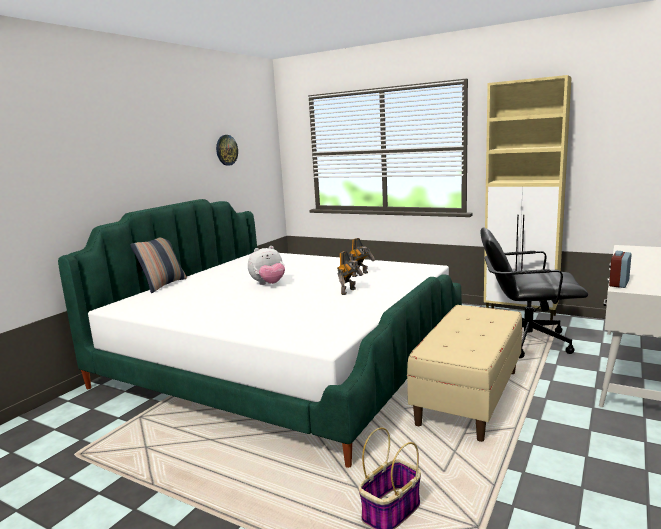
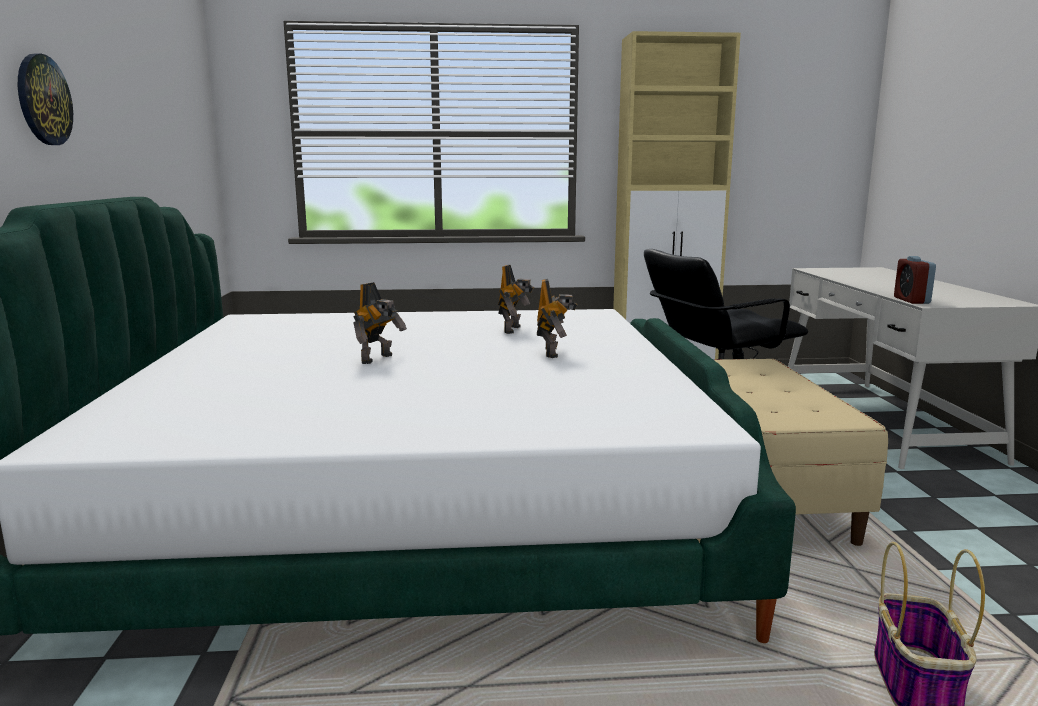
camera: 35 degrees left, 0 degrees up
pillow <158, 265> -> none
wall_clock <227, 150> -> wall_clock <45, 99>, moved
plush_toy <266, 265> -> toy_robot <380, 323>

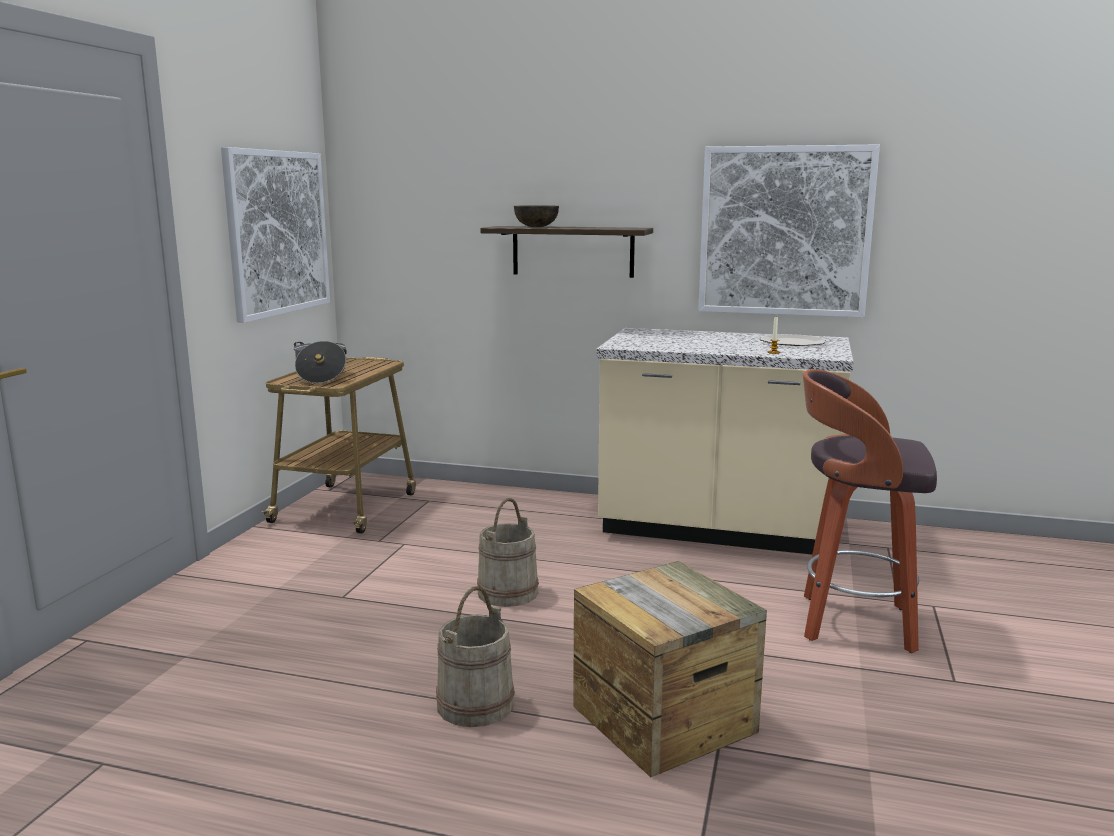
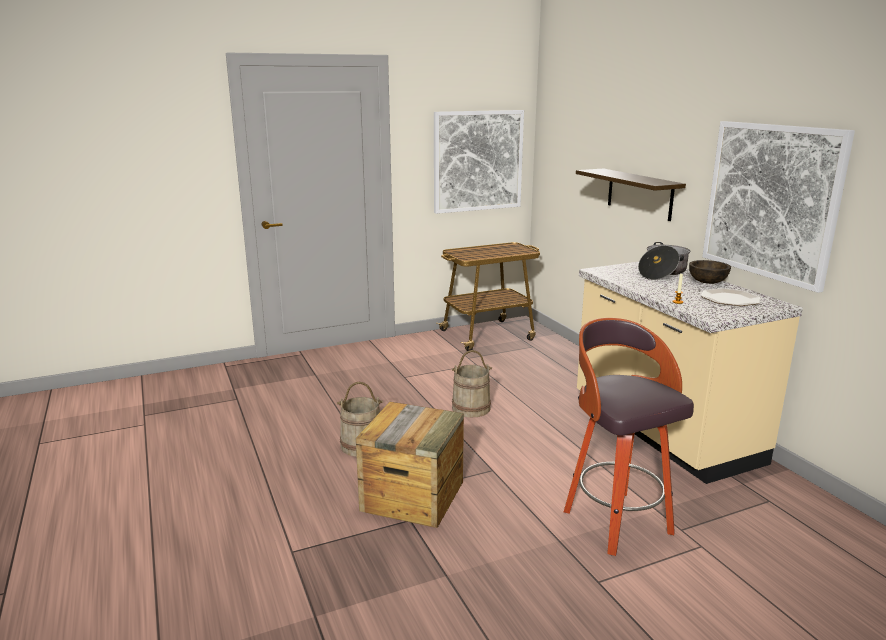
camera: 50 degrees right, 5 degrees up
cooking_pot <320, 362> -> cooking_pot <664, 261>, moved
brown_bowl <536, 216> -> brown_bowl <710, 272>, moved

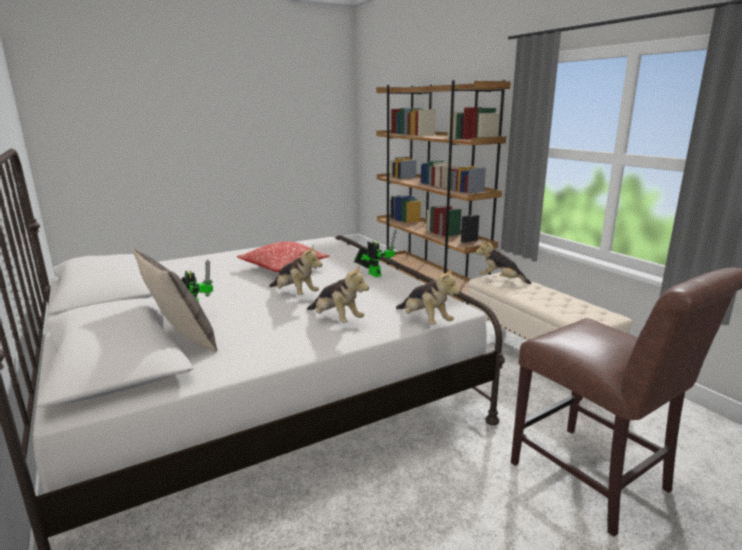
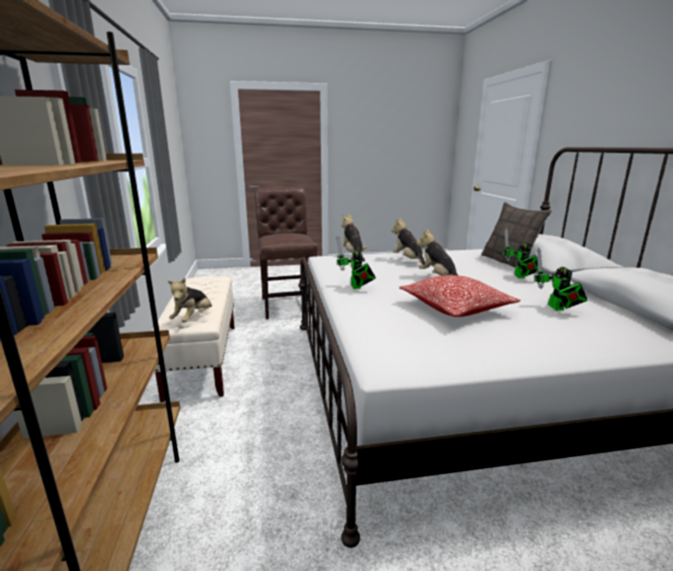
camera: 160 degrees left, 0 degrees up
plush_toy <503, 261> -> plush_toy <190, 300>, 60 degrees clockwise
none -> toy_robot <560, 279>

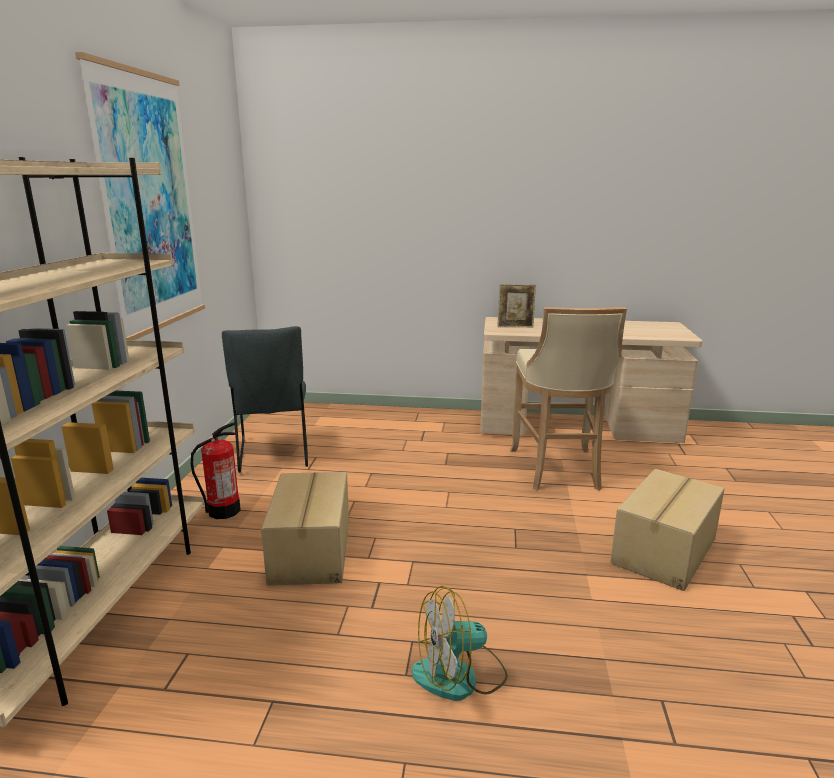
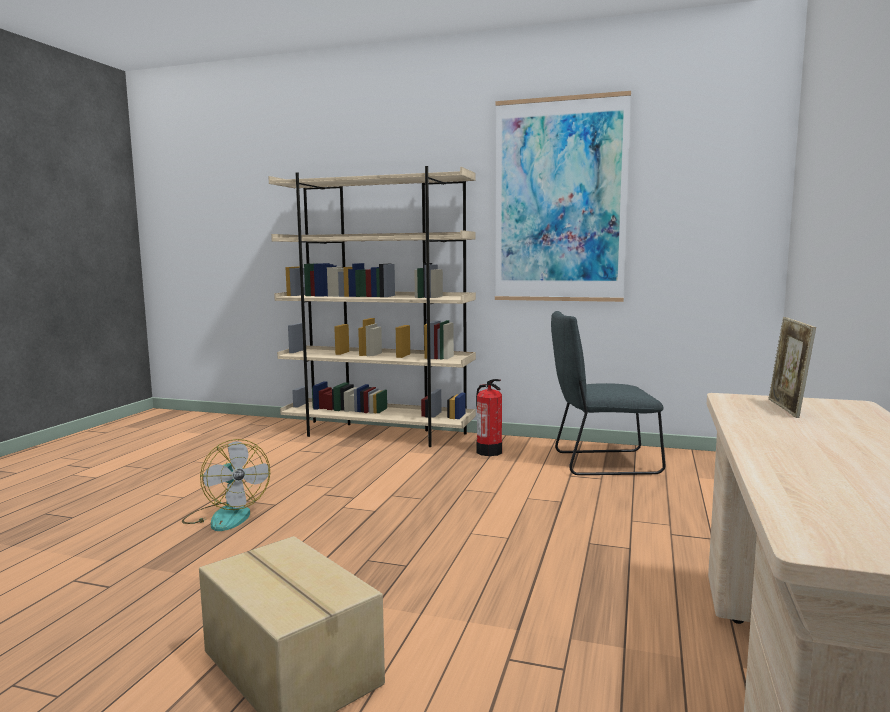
camera: 100 degrees right, 10 degrees down
cardboard_box <305, 528> -> none
fan <459, 643> -> fan <226, 485>, 150 degrees clockwise
beige_stool <568, 399> -> none

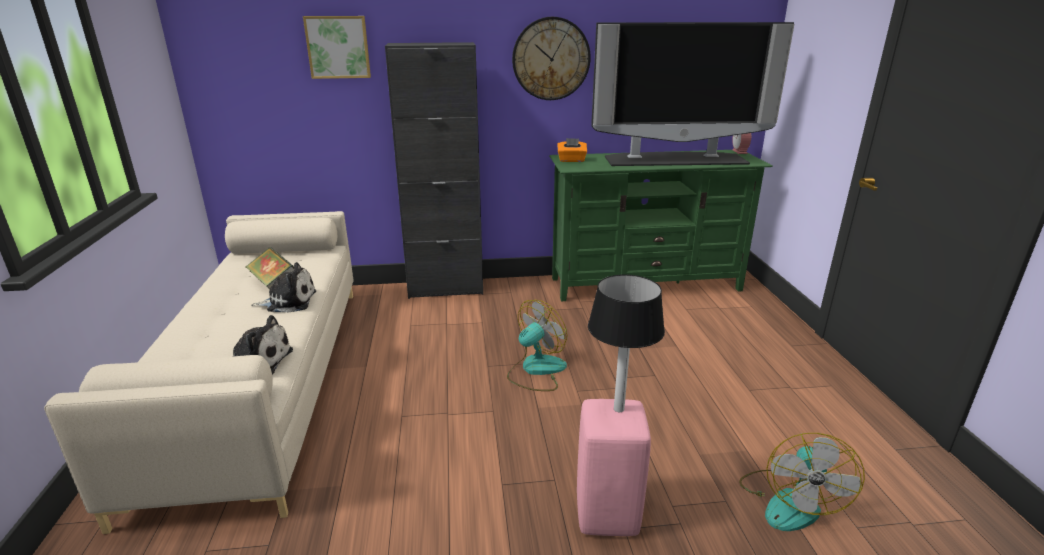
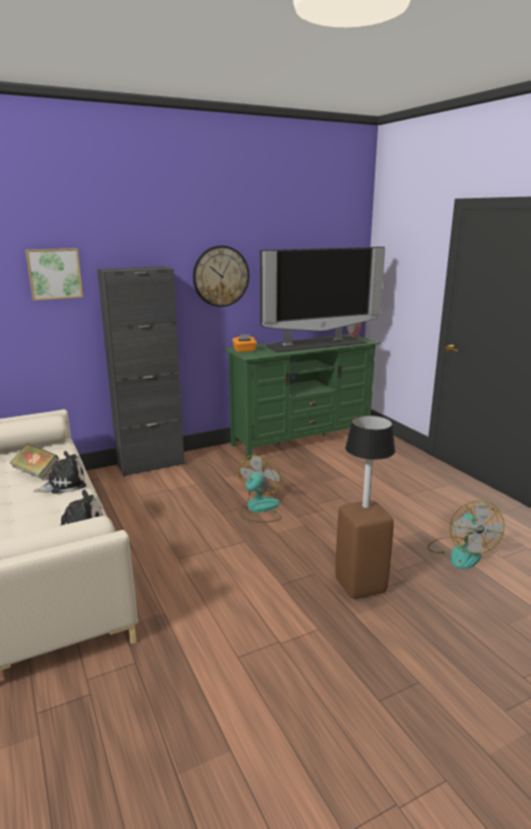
camera: 20 degrees left, 5 degrees down
pink_stool <614, 467> -> brown_stool <364, 549>

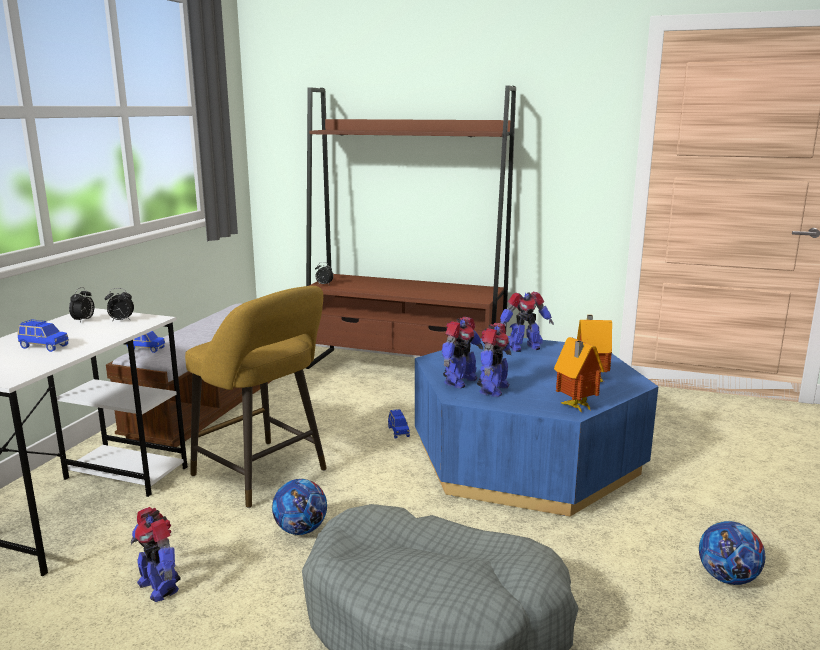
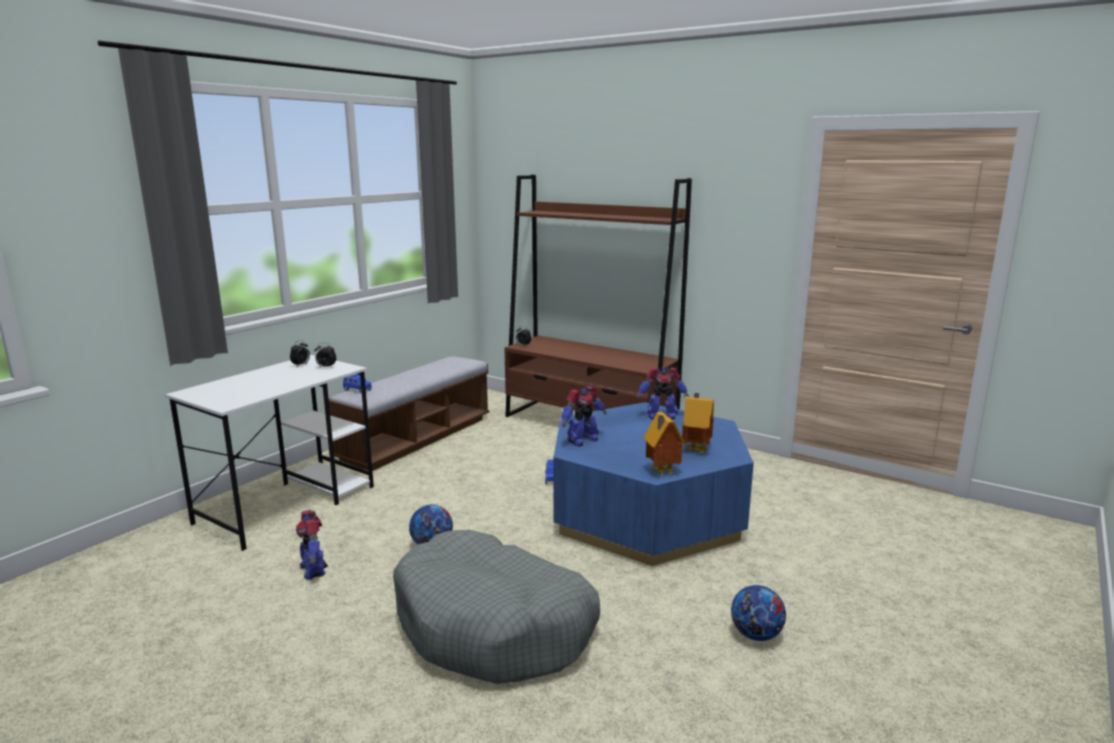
camera: 15 degrees right, 0 degrees up
blue_toy_car <43, 335> -> none
yellow_stool <256, 397> -> none
toy_robot <494, 360> -> none

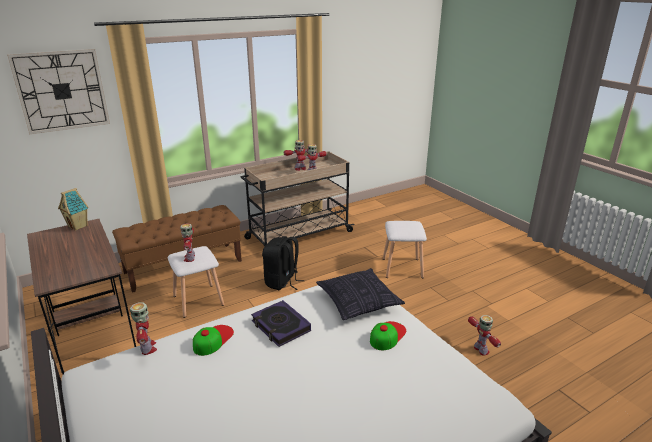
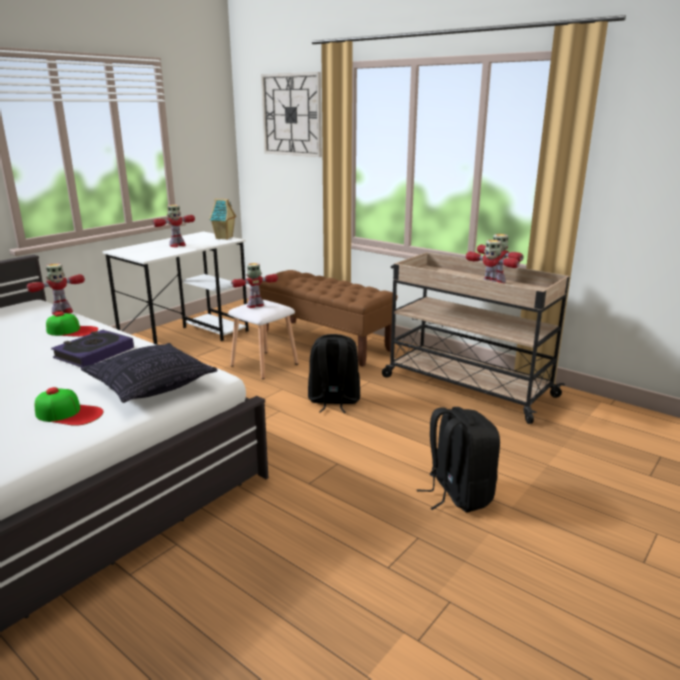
camera: 70 degrees right, 5 degrees down
brown_desk <81, 296> -> white_desk <175, 288>
white_stool <405, 249> -> black_backpack <458, 460>
toy_robot <484, 335> -> toy_robot <173, 226>, moved

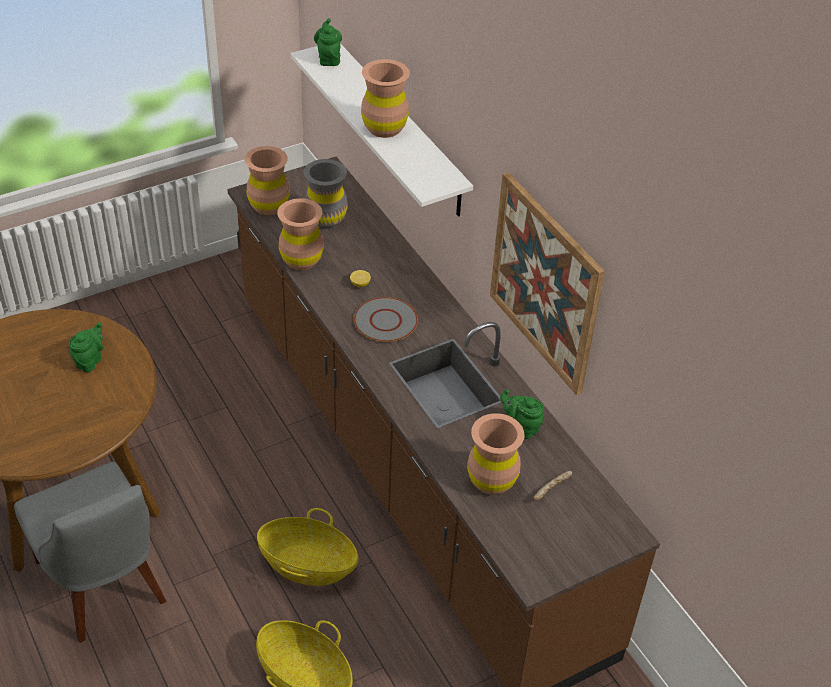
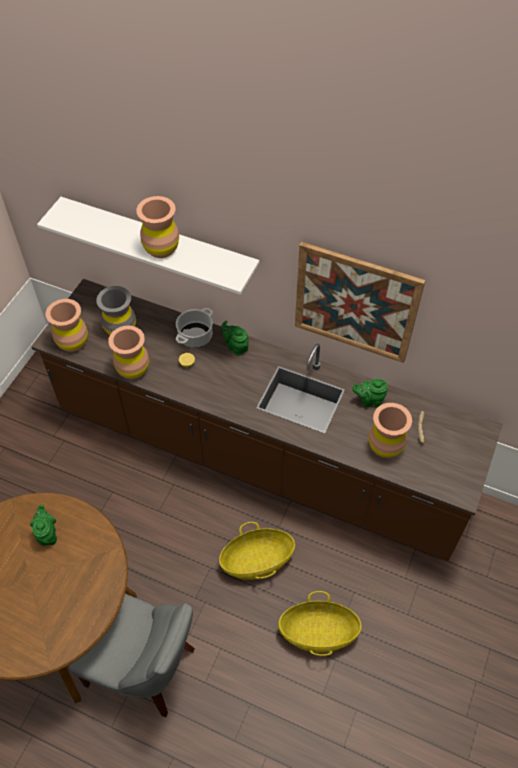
camera: 35 degrees left, 10 degrees up
green_teapot <328, 42> -> green_teapot <235, 338>, moved
grey_plate <386, 319> -> none
none -> cooking_pot <194, 328>

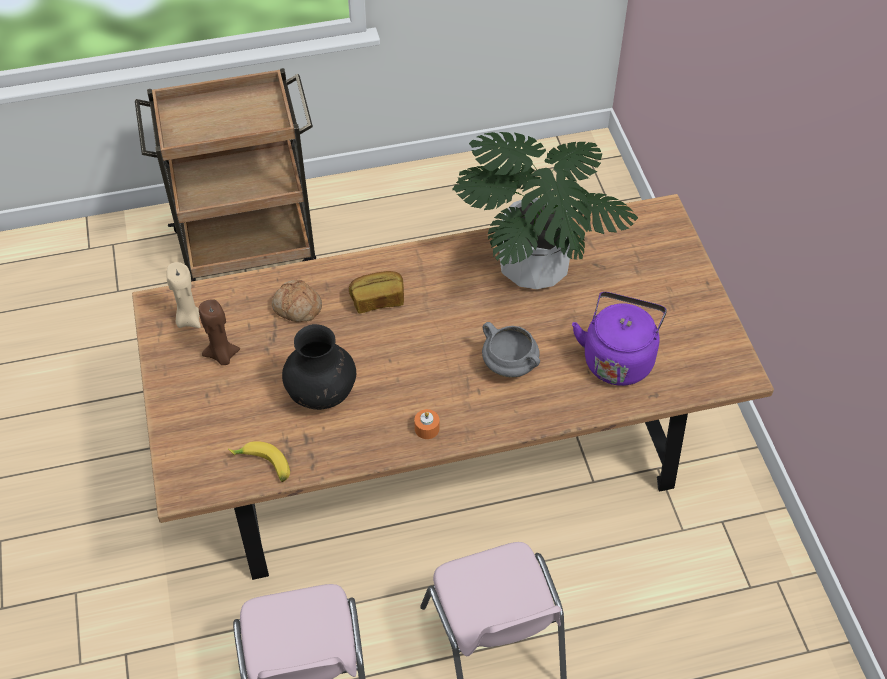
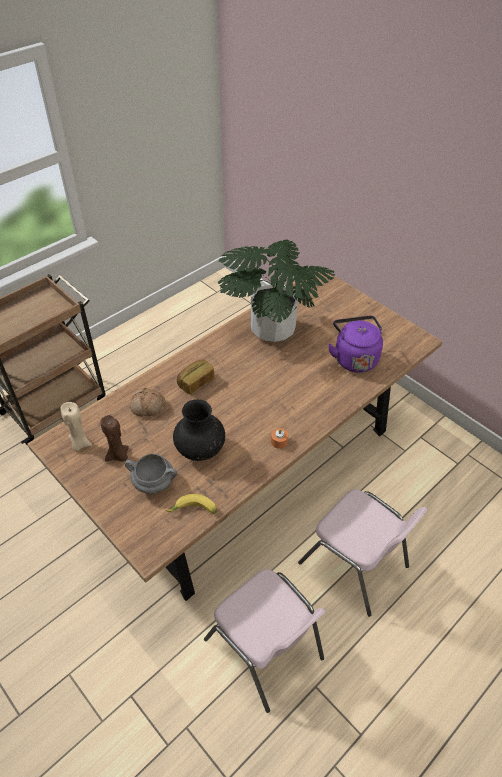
camera: 30 degrees left, 5 degrees down
grey_cooking_pot <511, 349> -> grey_cooking_pot <151, 474>, moved

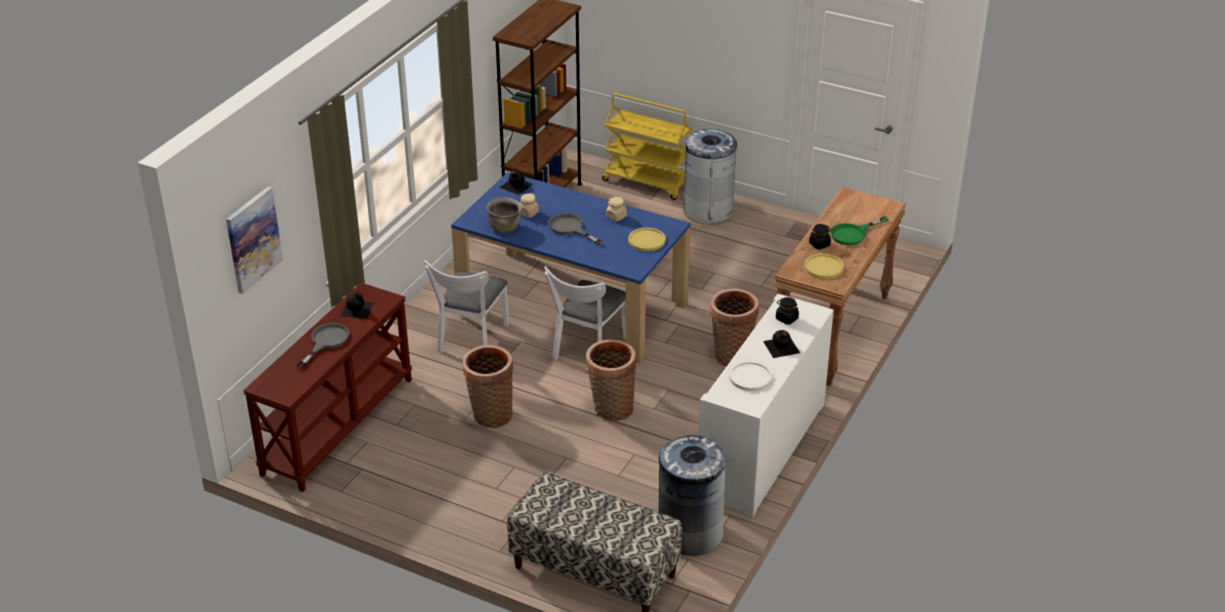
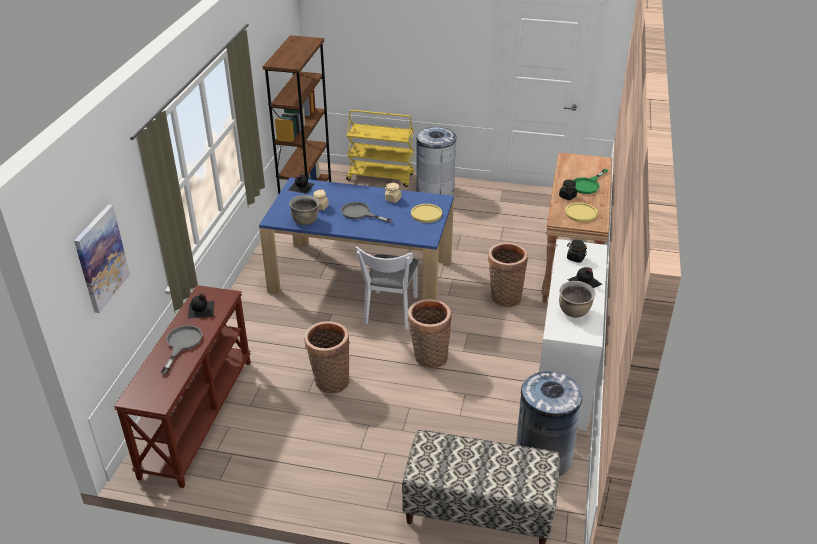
camera: 15 degrees left, 0 degrees up
white_chair <466, 306> -> none
white_plate <750, 376> -> brown_cooking_pot <577, 299>

